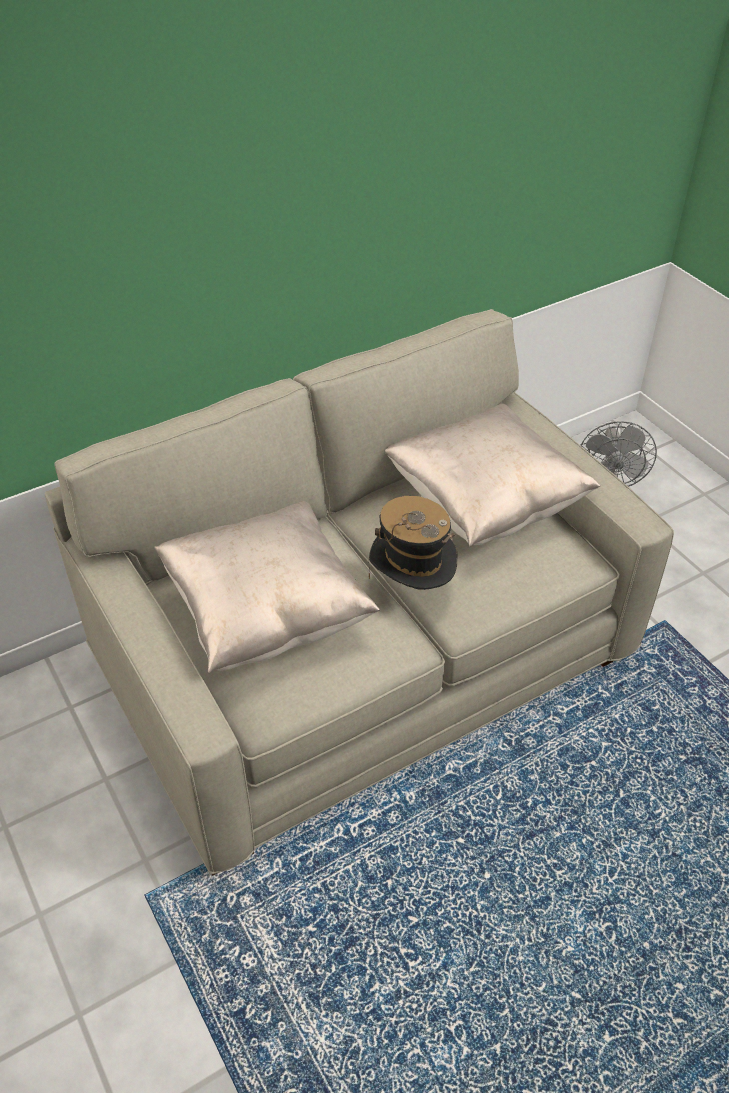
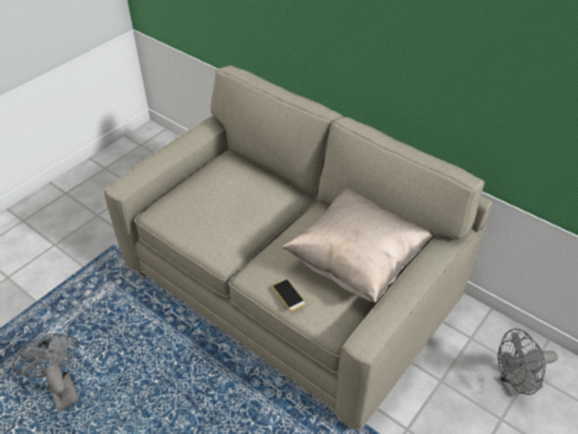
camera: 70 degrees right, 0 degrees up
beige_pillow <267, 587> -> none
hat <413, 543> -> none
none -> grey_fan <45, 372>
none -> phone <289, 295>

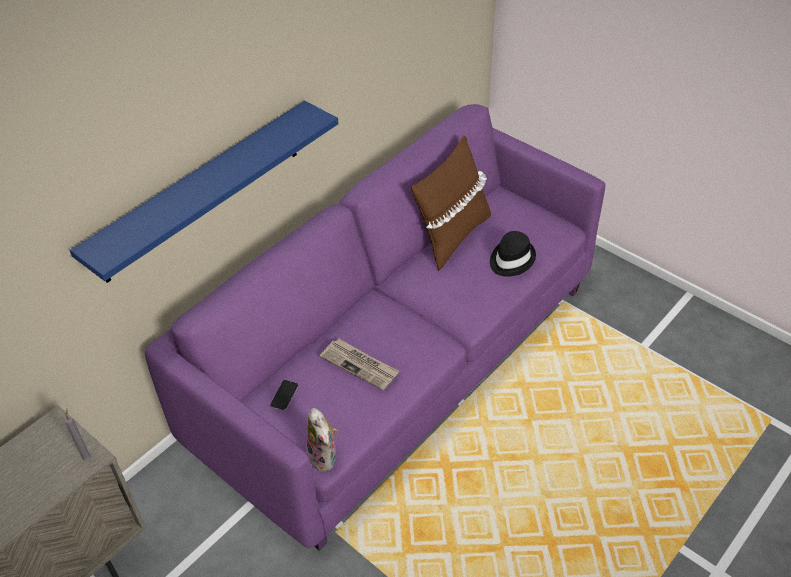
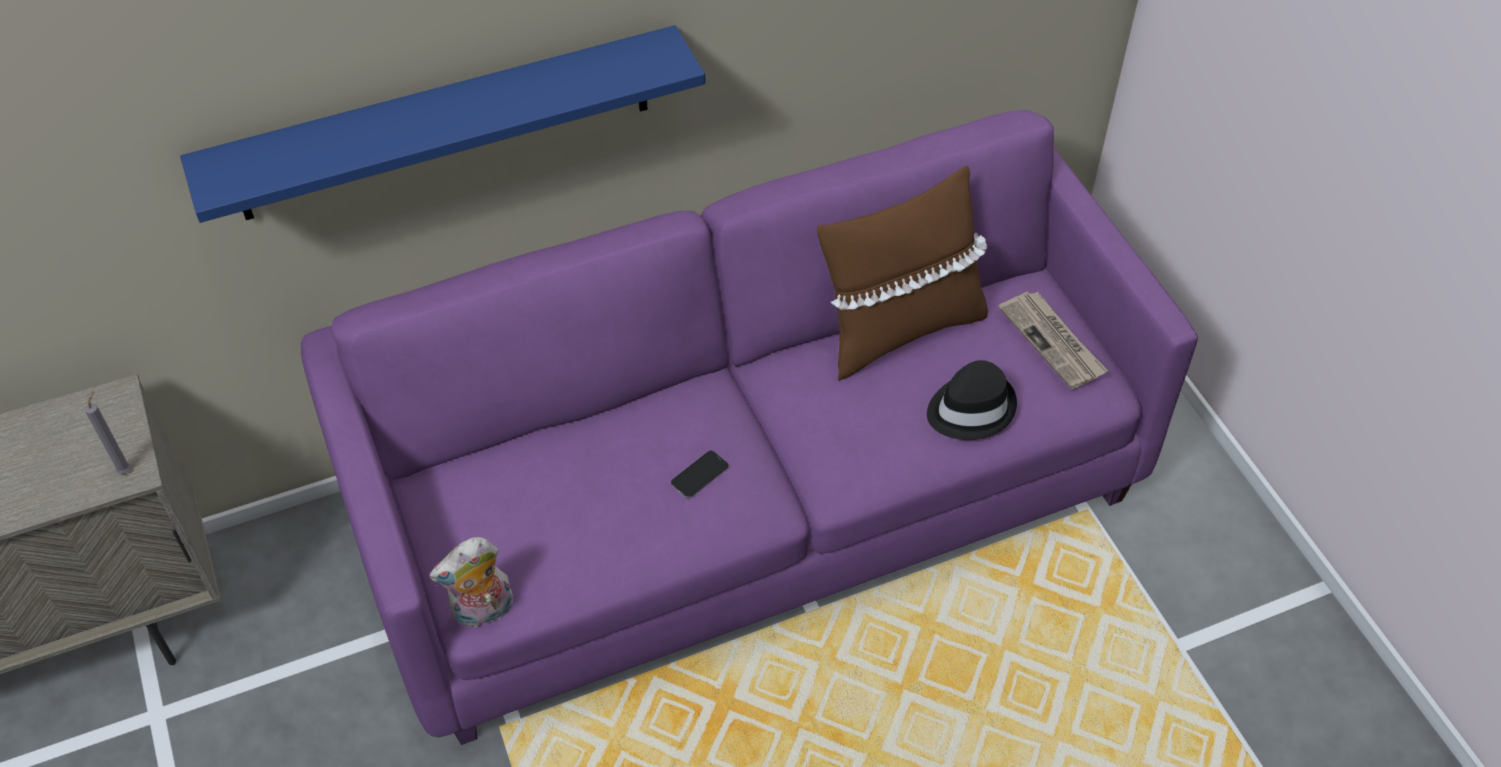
camera: 25 degrees right, 5 degrees up
phone <284, 395> -> phone <700, 474>, moved
plush_toy <322, 440> -> plush_toy <471, 582>, 60 degrees clockwise
newspaper <359, 364> -> newspaper <1053, 341>, moved

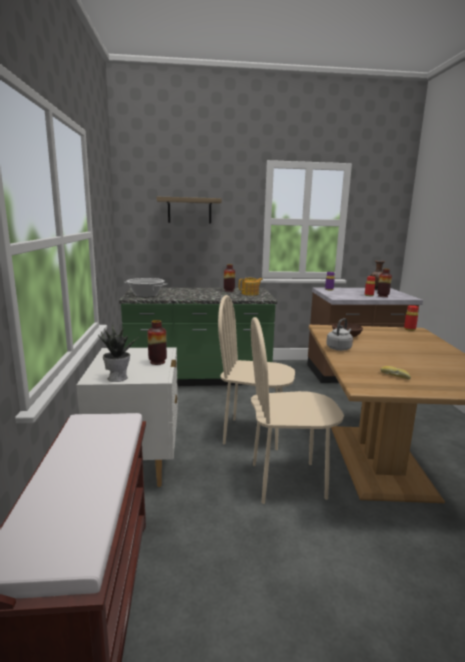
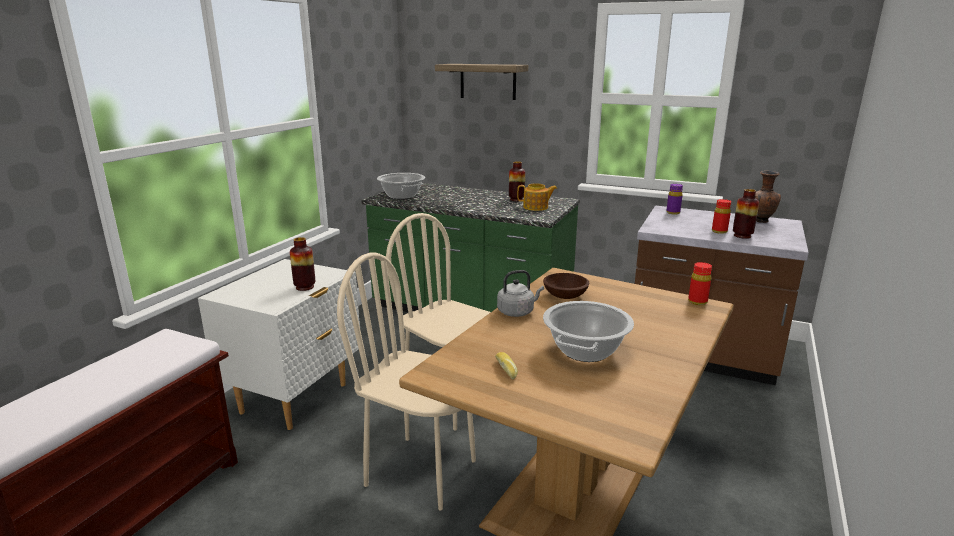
camera: 30 degrees right, 5 degrees up
potted_plant <118, 353> -> none
none -> cooking_pot <588, 331>

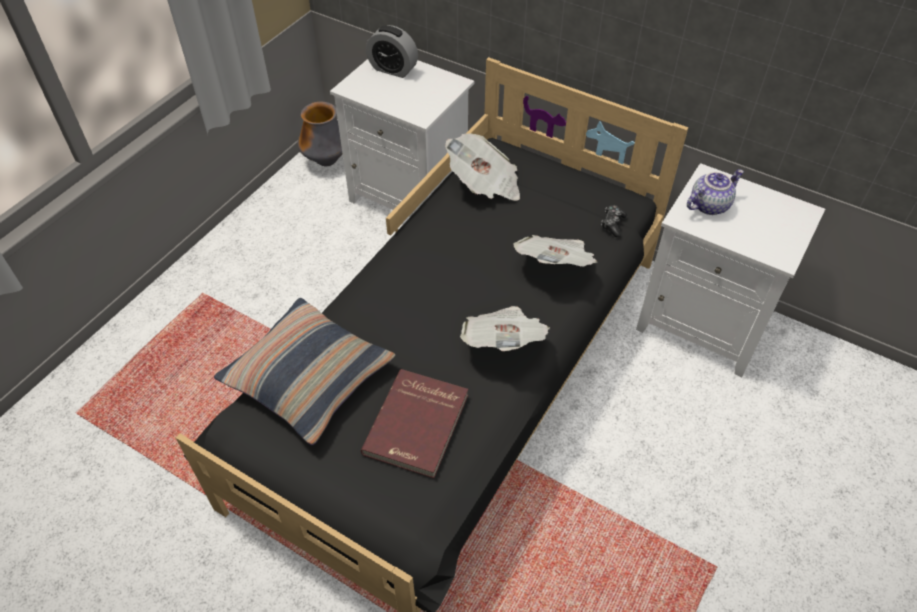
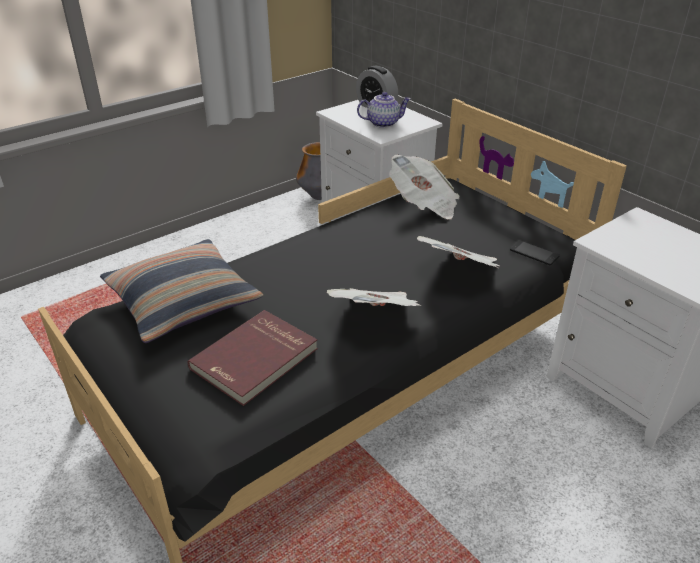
camera: 20 degrees right, 15 degrees down
game_controller <614, 221> -> phone <535, 252>
teapot <715, 192> -> teapot <384, 110>, moved

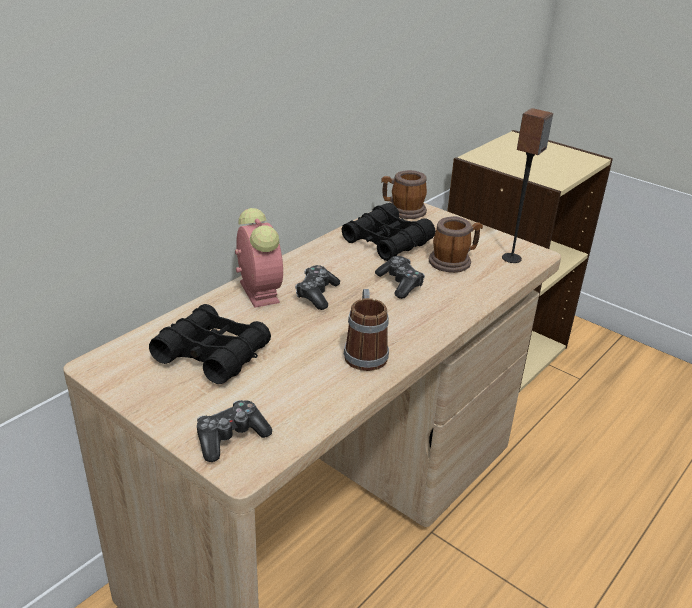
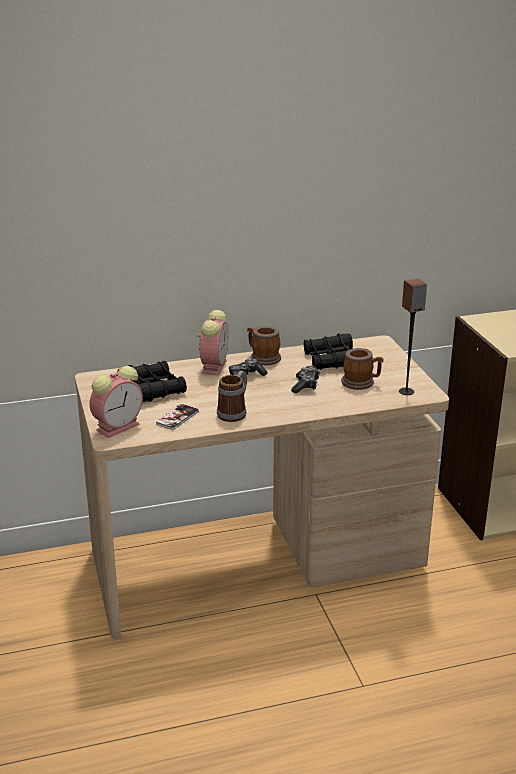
camera: 35 degrees right, 5 degrees down
game_controller <234, 431> -> alarm_clock <116, 402>
mug <404, 194> -> mug <264, 345>, moved
none -> phone <177, 417>

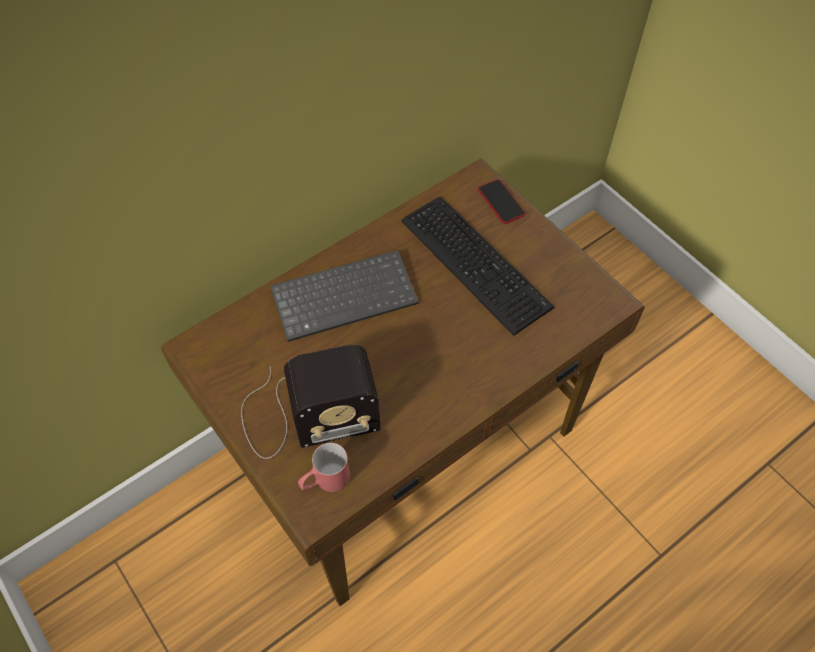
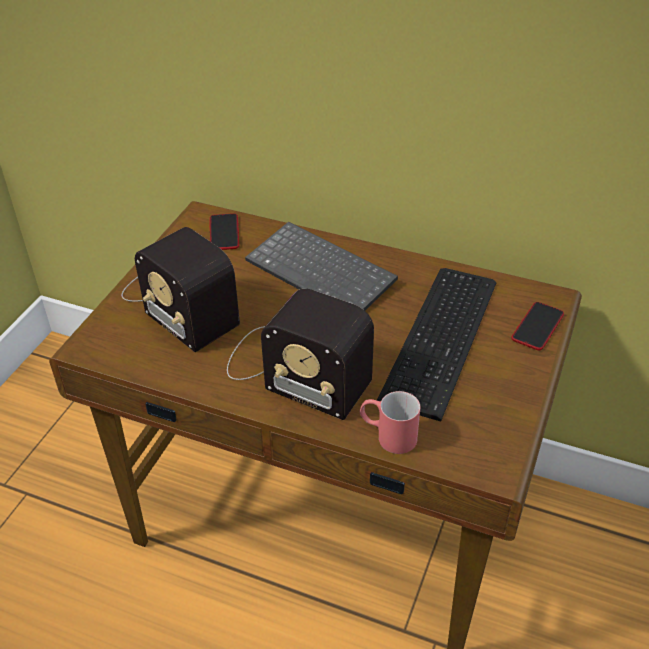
camera: 60 degrees right, 15 degrees down
red_mug <324, 467> -> red_mug <390, 422>, moved
none -> phone <224, 231>
none -> radio <300, 354>

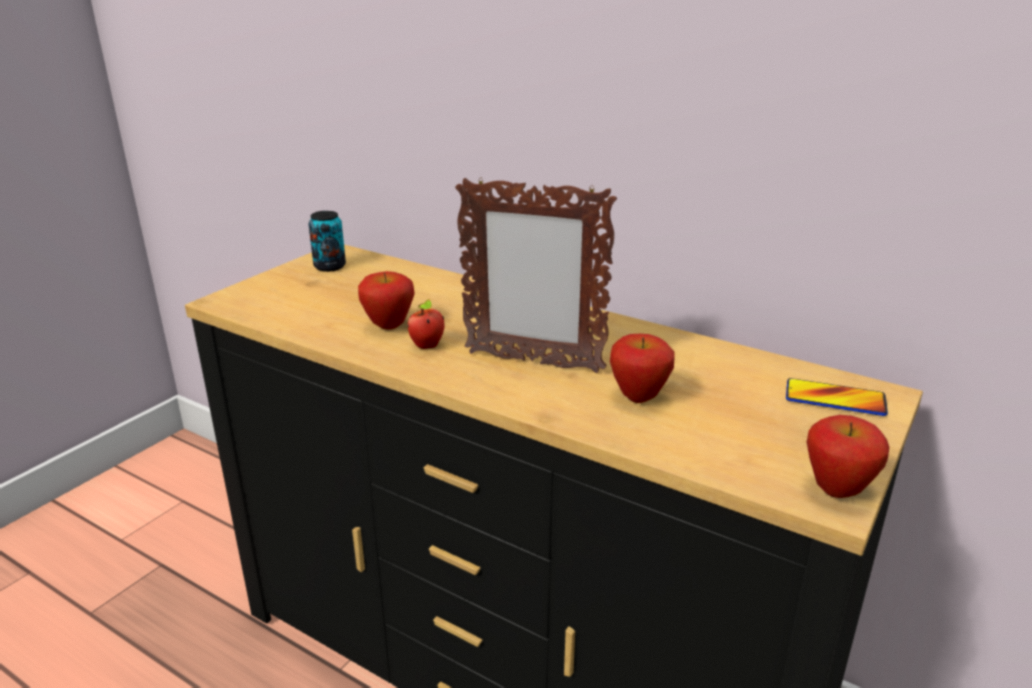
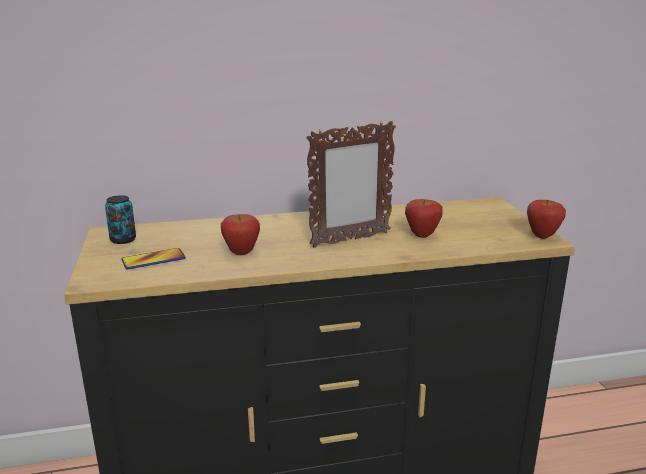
camera: 45 degrees left, 5 degrees down
apple <426, 324> -> none
phone <837, 397> -> phone <153, 258>, moved

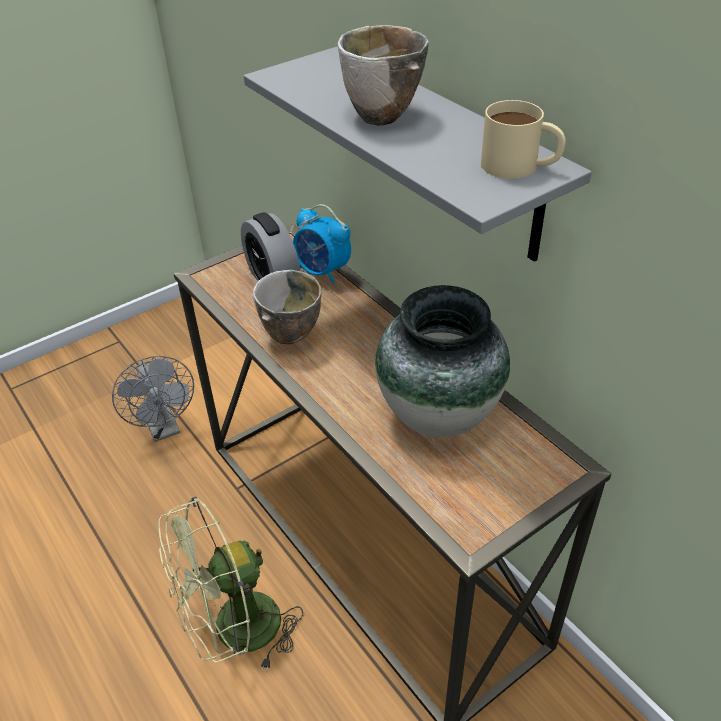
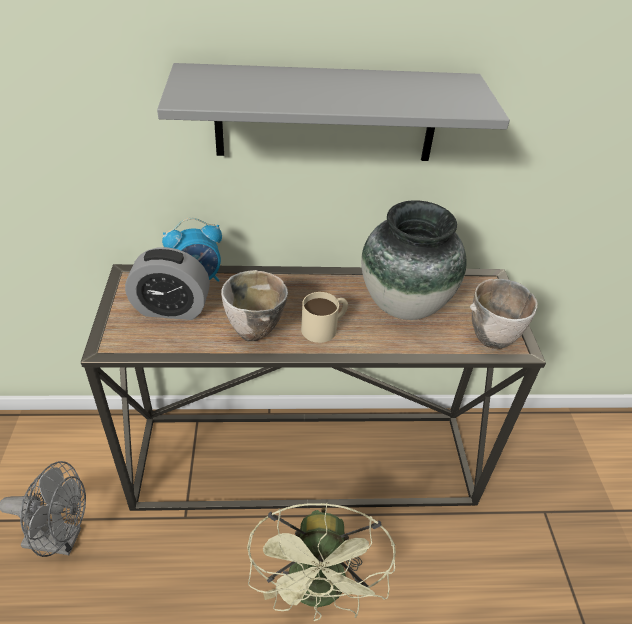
camera: 60 degrees left, 0 degrees up
bowl <383, 75> -> bowl <504, 314>, moved
beige_mug <523, 139> -> beige_mug <324, 317>, moved

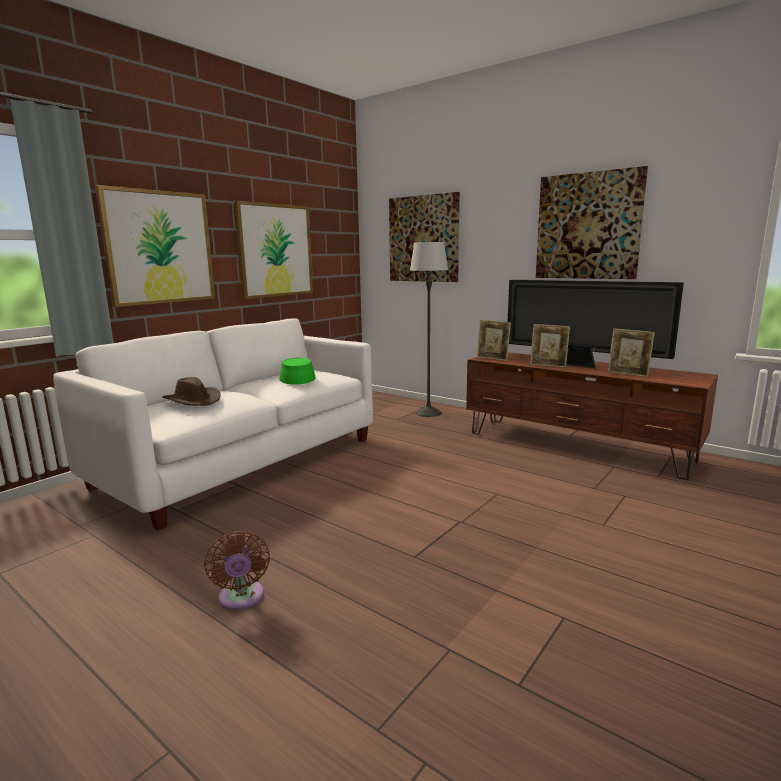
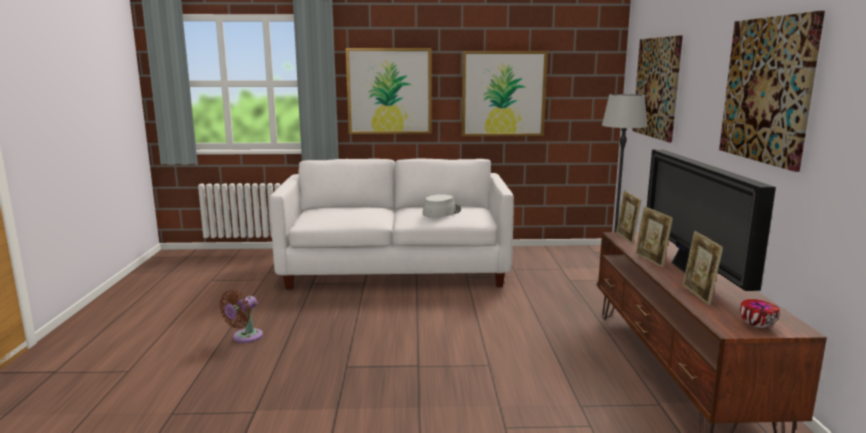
camera: 50 degrees right, 0 degrees up
brown_hat <191, 391> -> none
green_hat <297, 371> -> grey_hat <441, 205>
none -> bowl <760, 313>

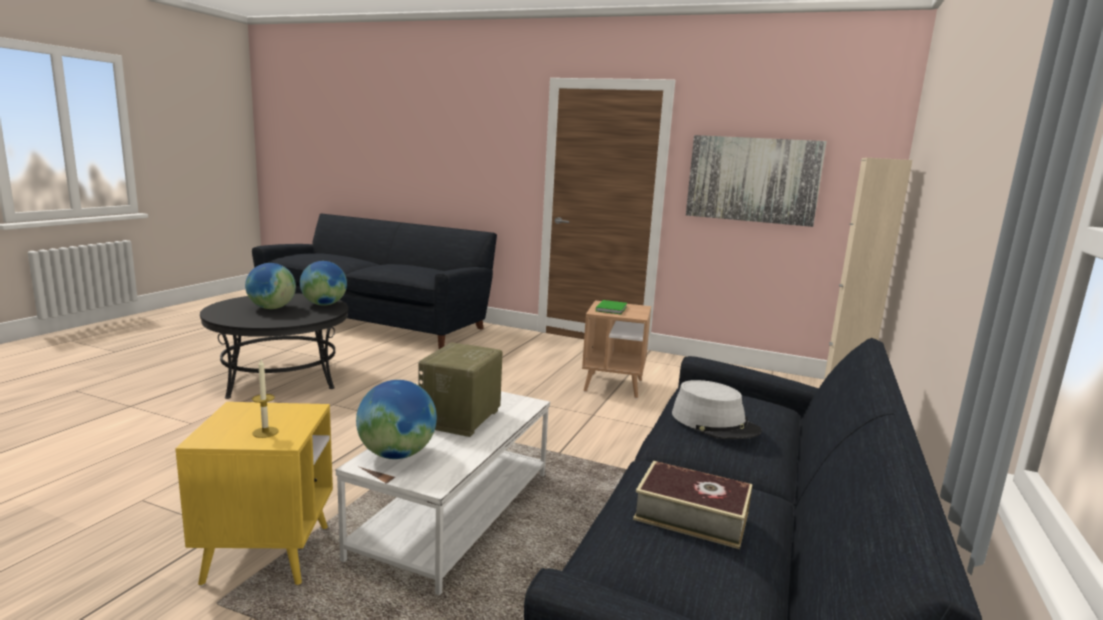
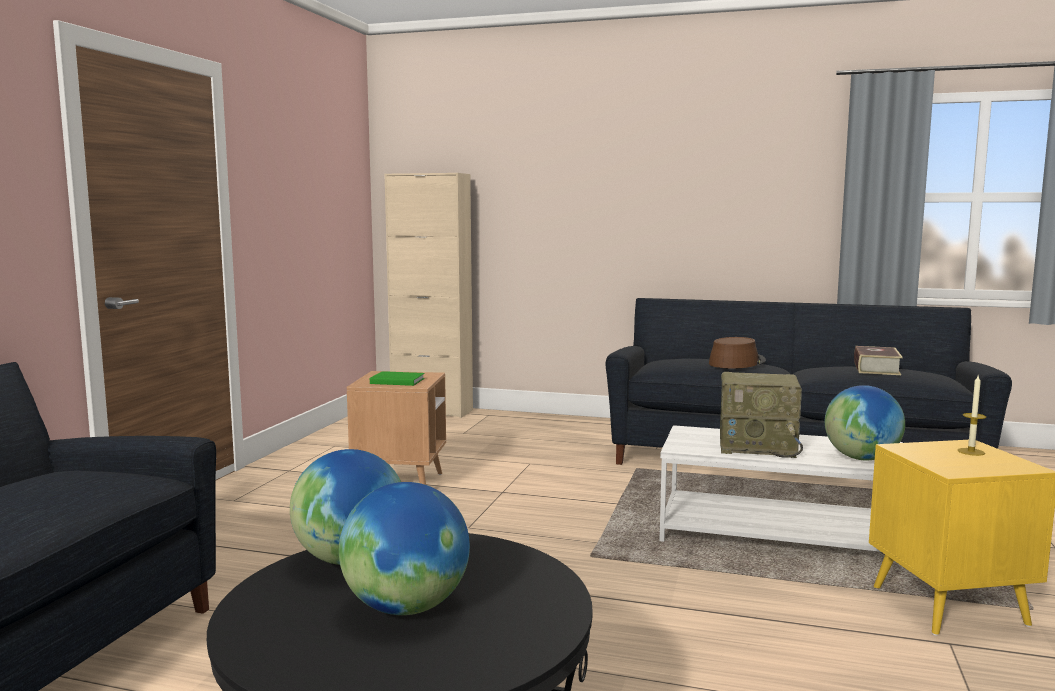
camera: 95 degrees left, 5 degrees down
grey_hat <717, 409> -> brown_hat <737, 353>
picture <756, 181> -> none

